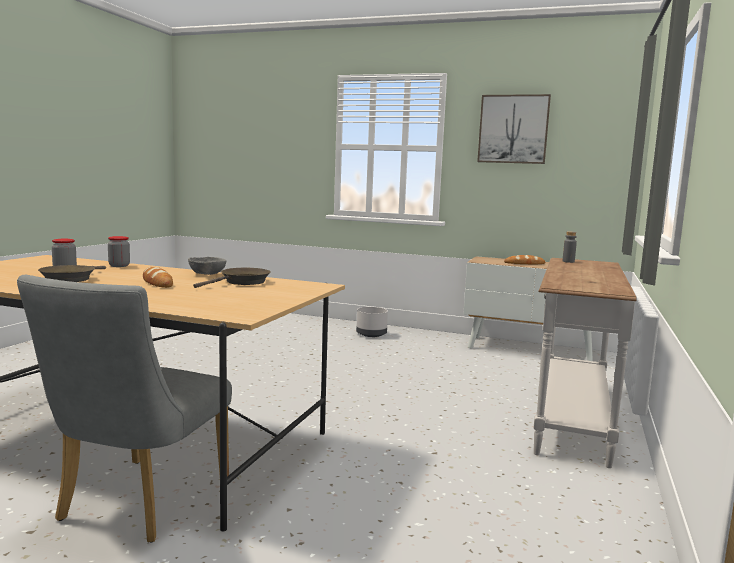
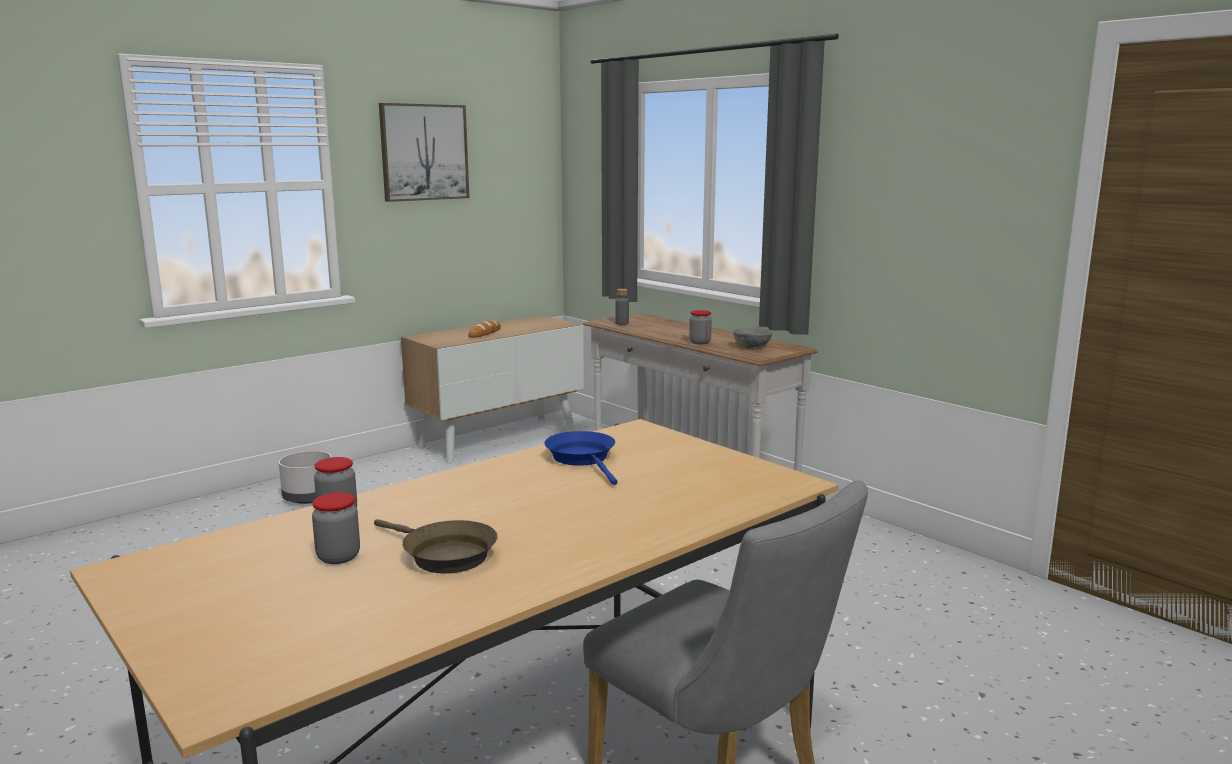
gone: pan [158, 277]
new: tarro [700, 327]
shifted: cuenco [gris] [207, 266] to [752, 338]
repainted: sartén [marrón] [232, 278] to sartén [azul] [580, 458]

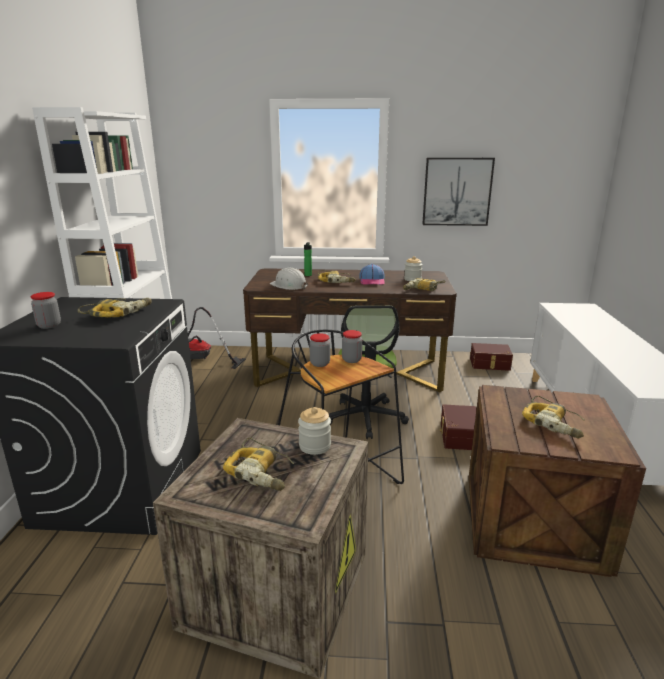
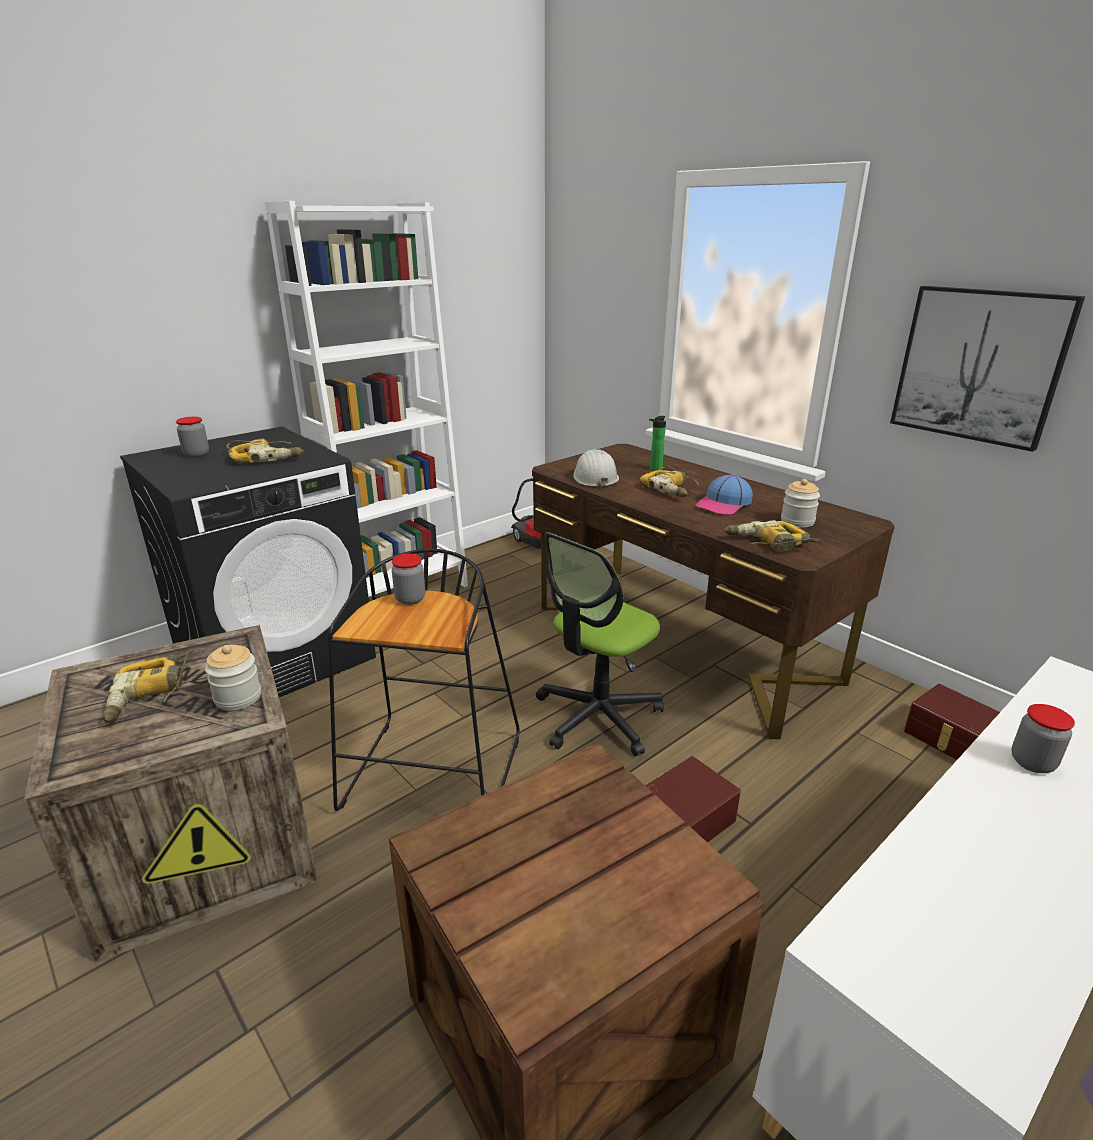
gone: taladro [553, 417]
shifted: tarro [352, 346] to [1043, 738]

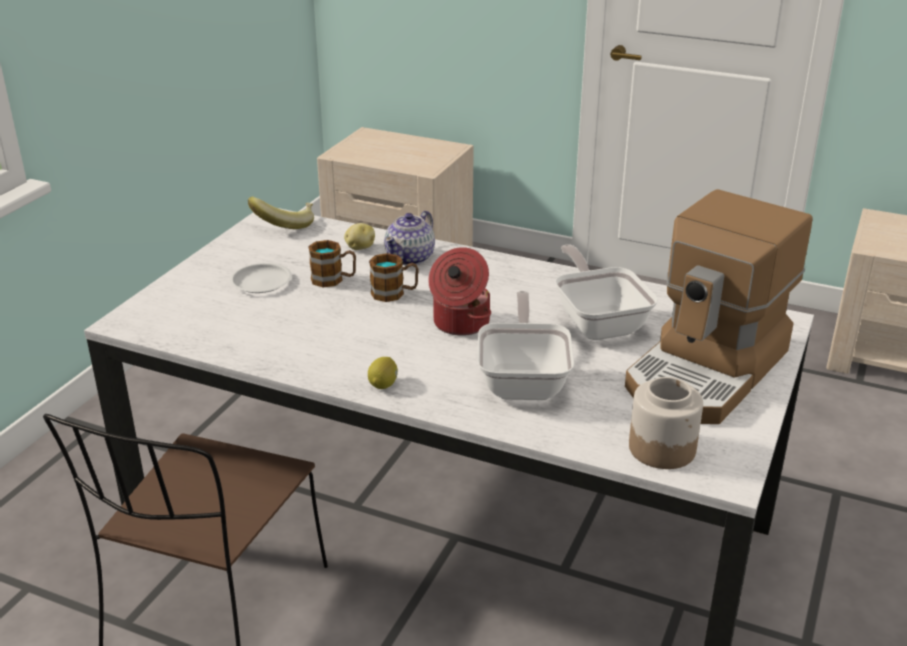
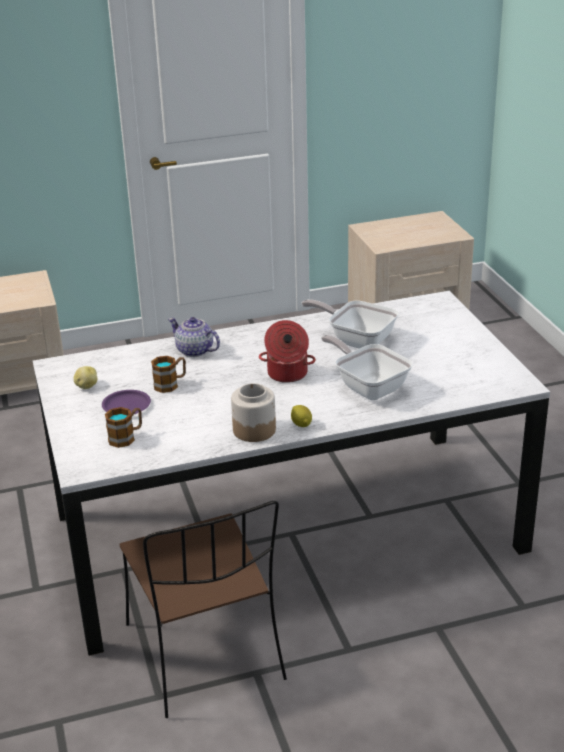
gone: plátano [281, 213]; cafetera [719, 306]
shifted: patata [359, 236] to [85, 377]; taza grande [394, 277] to [123, 427]; tarro [666, 423] to [253, 412]
repainted: plato [blanco] [261, 278] to plato [morado] [126, 402]
rotated: tetera [409, 237] = [194, 337] 135 degrees clockwise

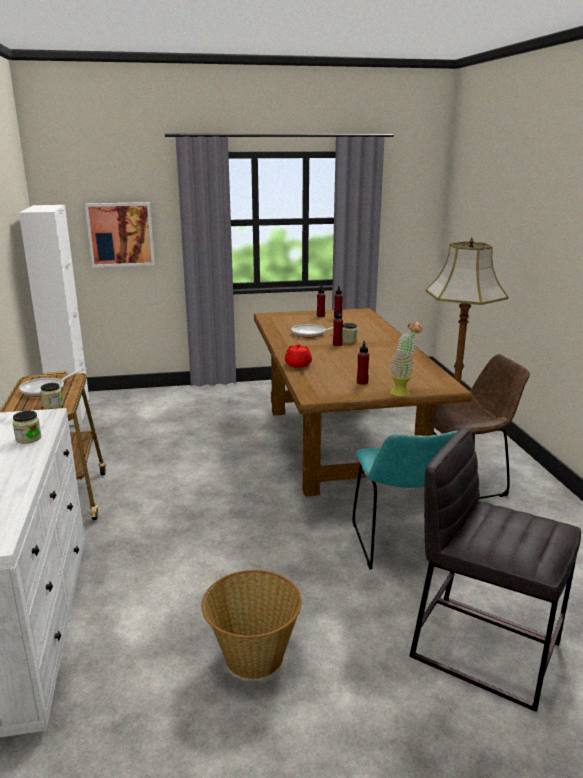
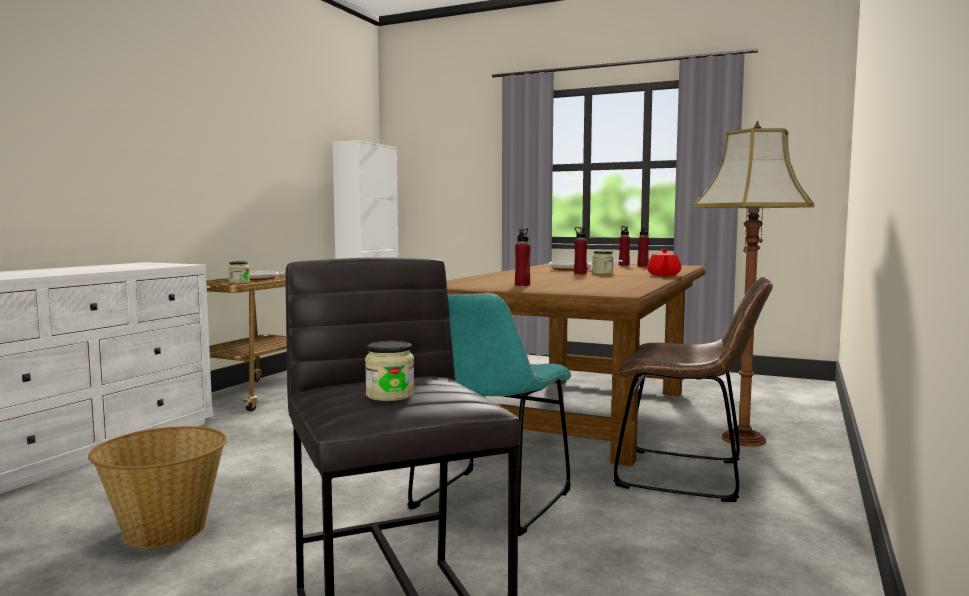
gone: cuadro [120, 234]; planta en maceta [406, 358]
shifted: tarro [27, 427] to [389, 371]; tetera [rojo] [298, 356] to [664, 262]

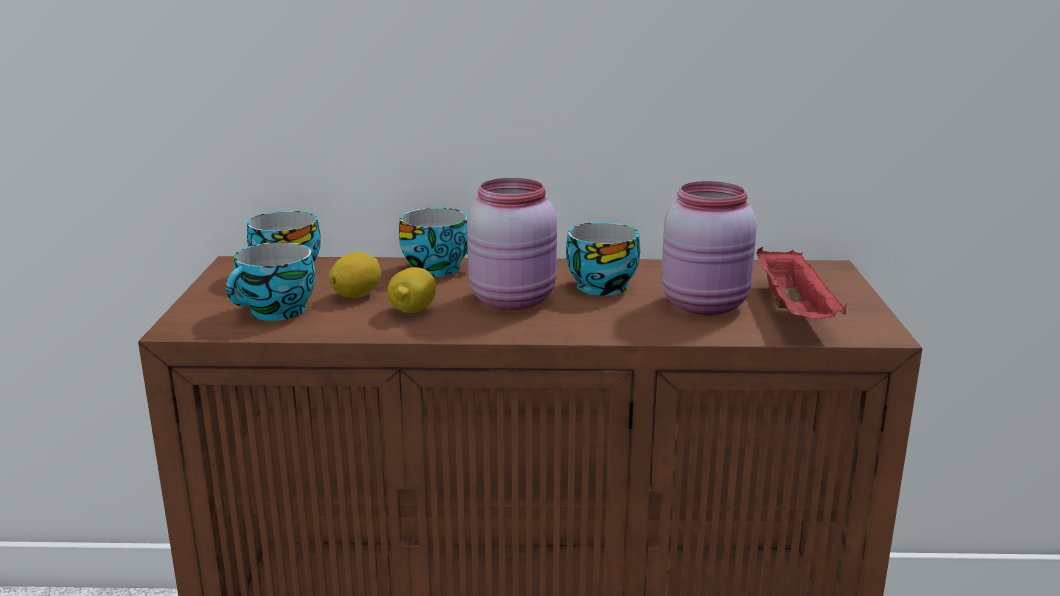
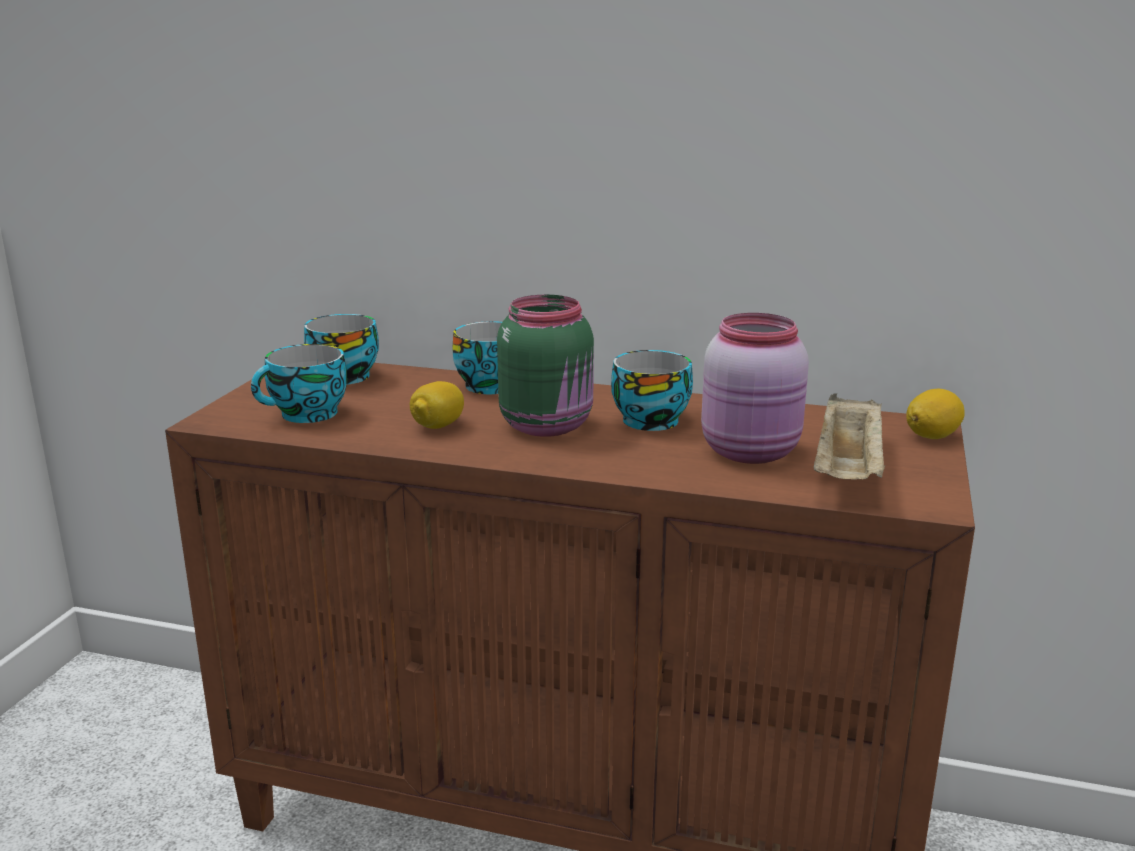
shifted: limón [355, 275] to [935, 414]
repainted: tarro [rosa] [512, 244] to tarro [verde] [545, 366]; bandeja [rojo] [801, 283] to bandeja [beis] [849, 436]

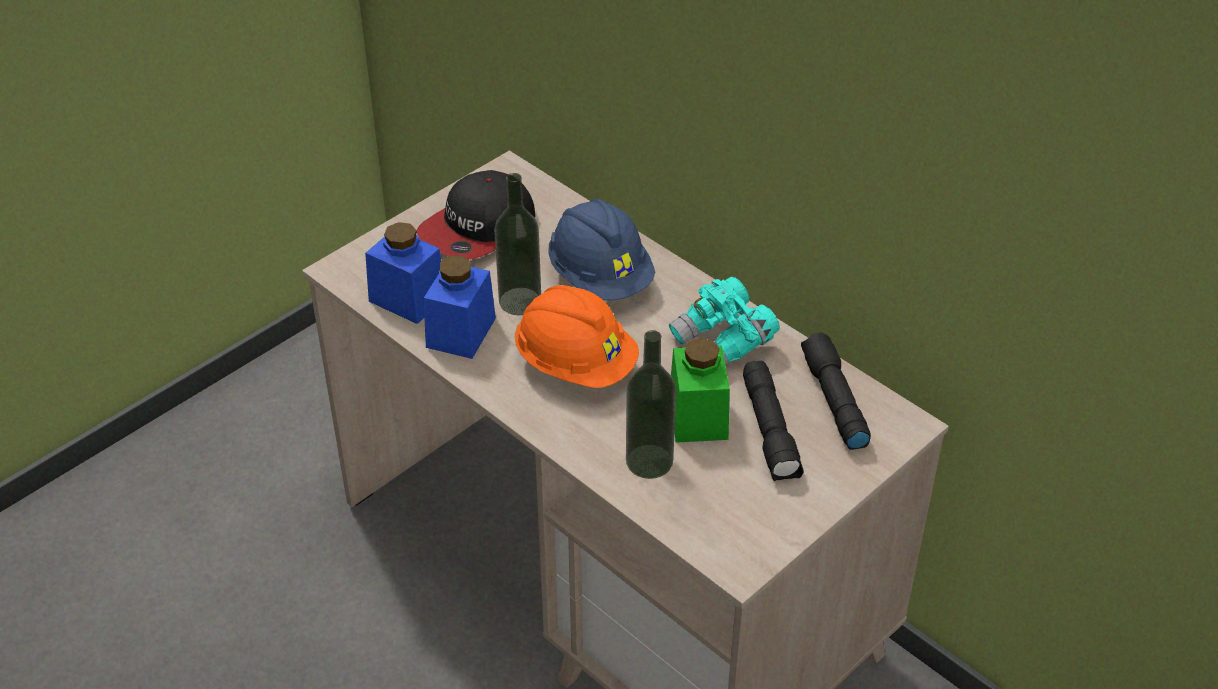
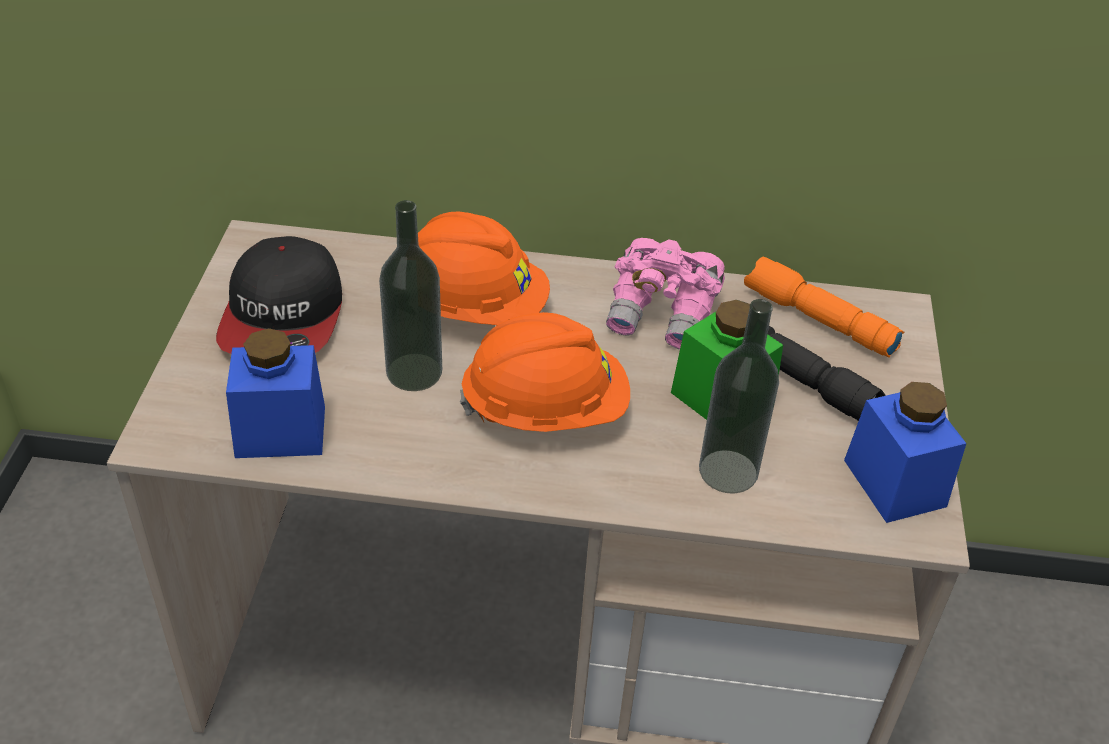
shifted: tarro [azul] [460, 307] to [905, 452]
repainted: casco [azul] [601, 249] to casco [naranja] [484, 268]; prismáticos [turquesa] [724, 321] to prismáticos [rosa] [665, 294]; linterna [negro] [836, 391] to linterna [naranja] [824, 307]

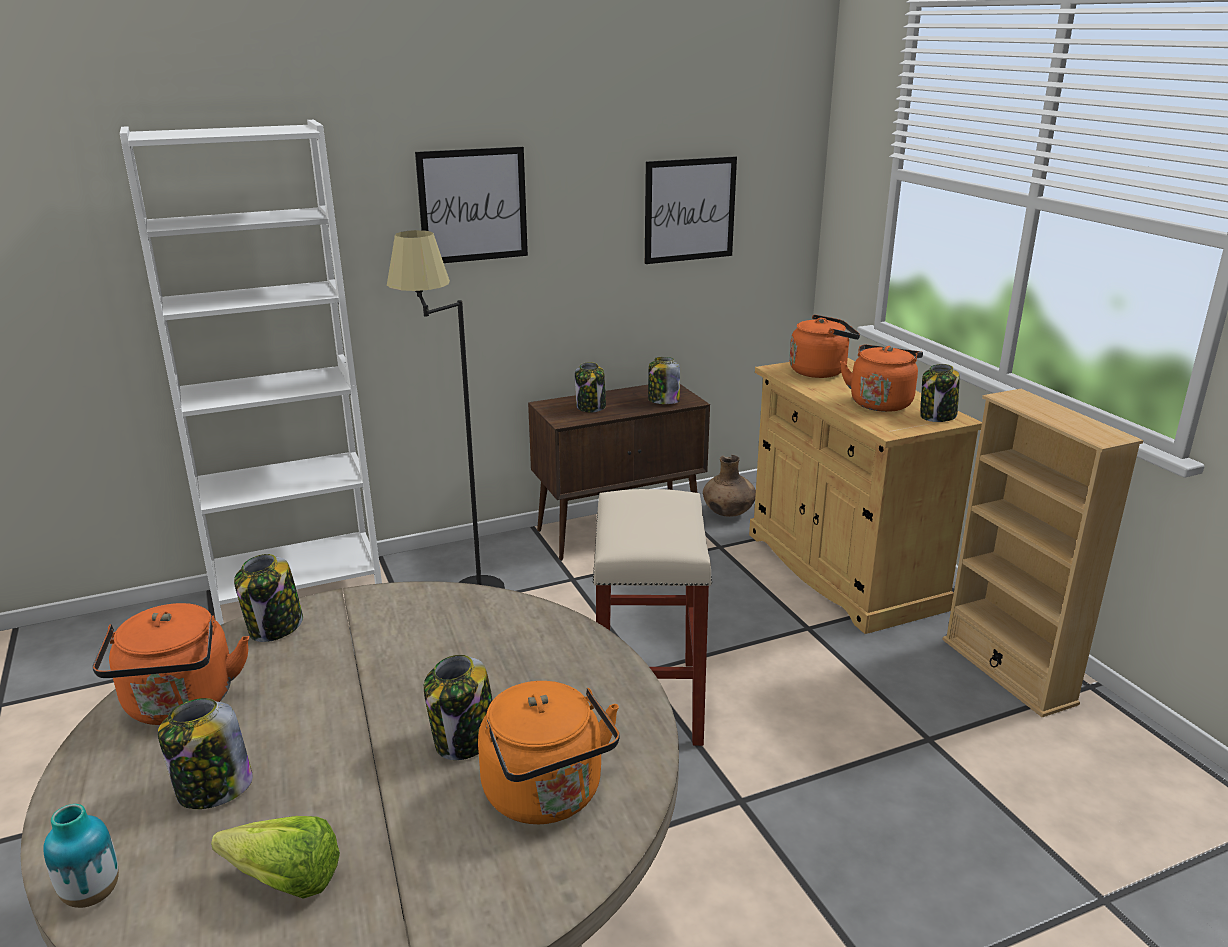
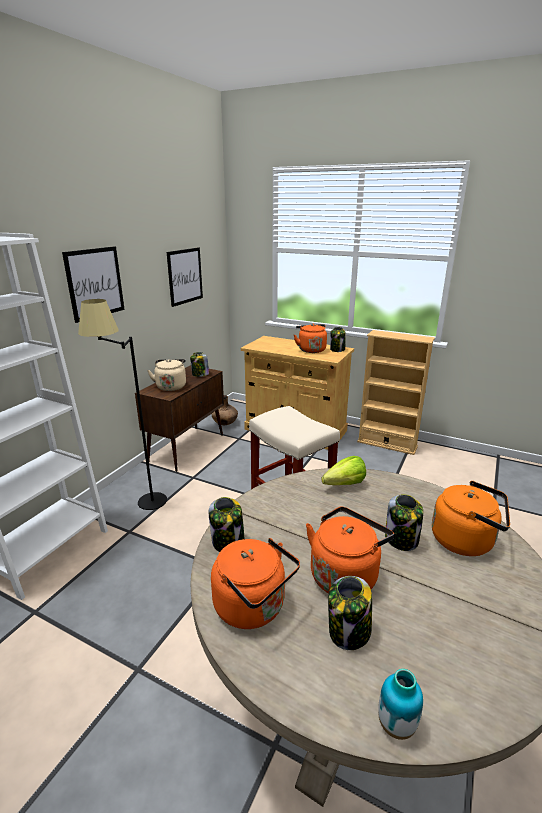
shifted: lechuga [275, 857] to [343, 470]; hervidor [naranja] [824, 346] to [350, 550]
swapped: tarro [590, 387] to hervidor [beis] [166, 375]

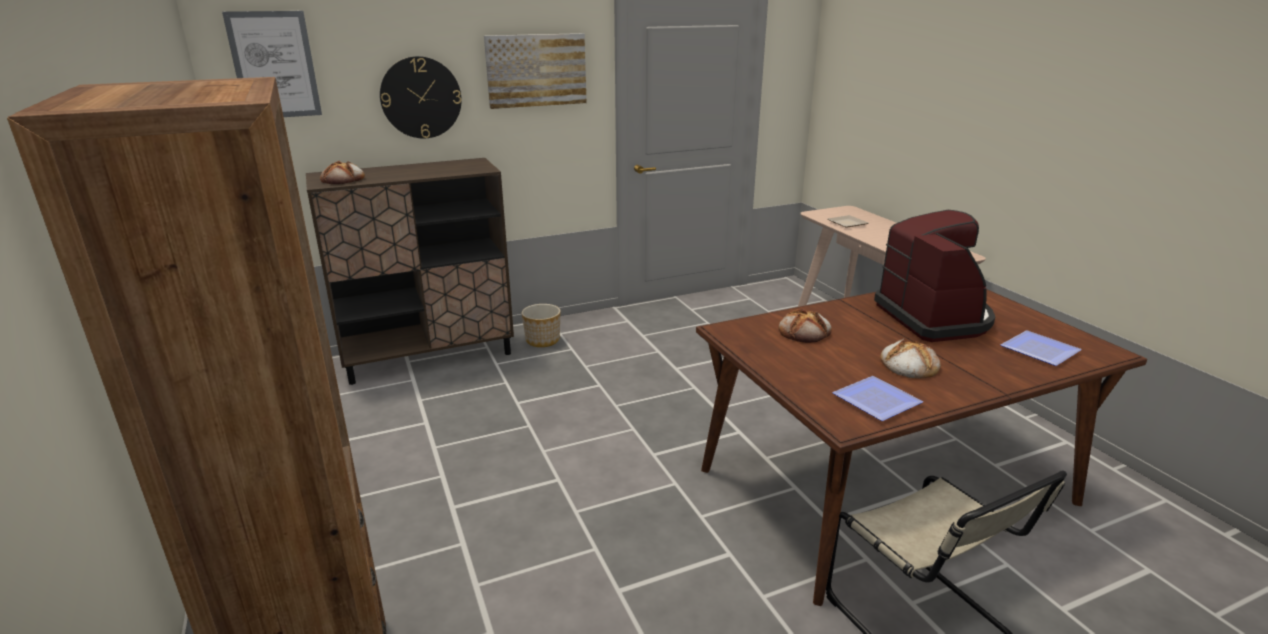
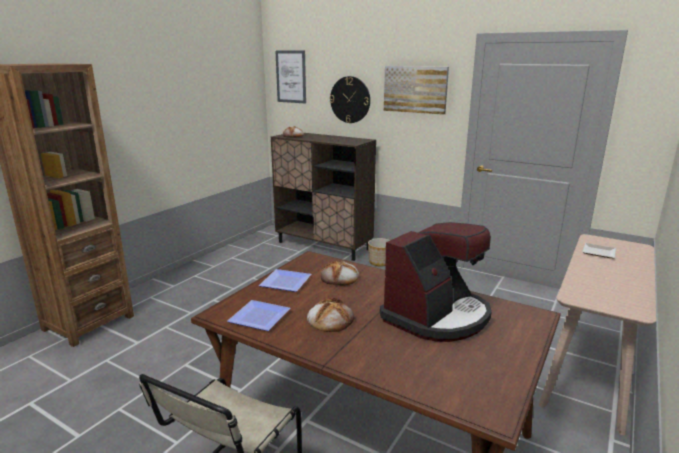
shifted: plato [1041, 348] to [285, 280]

